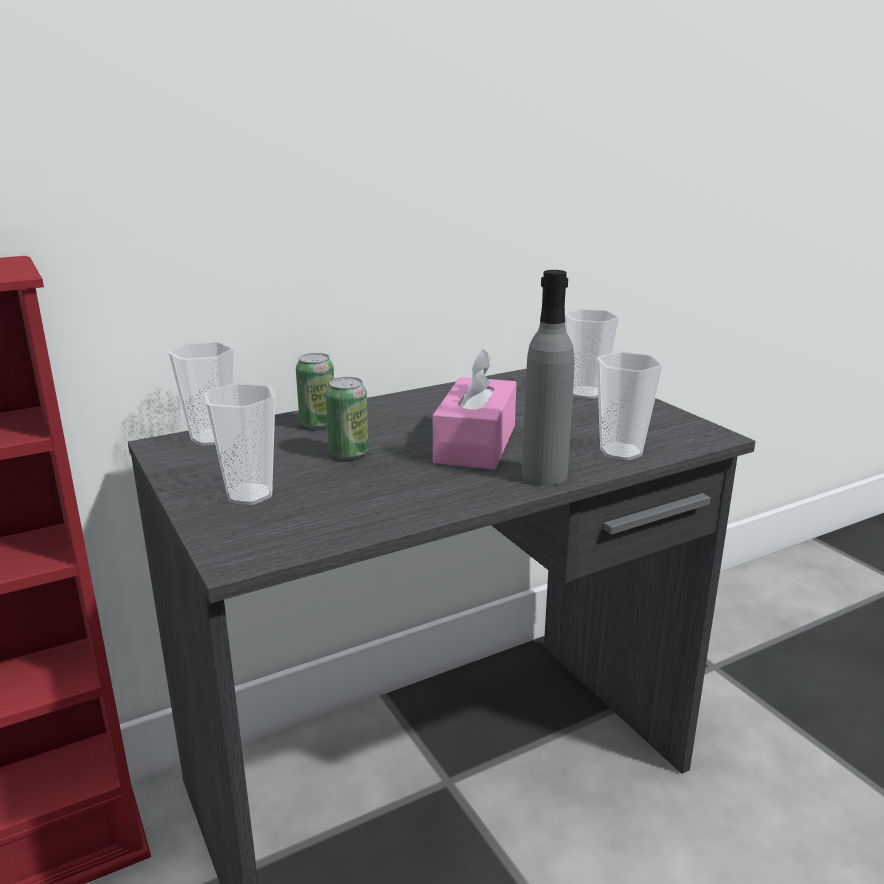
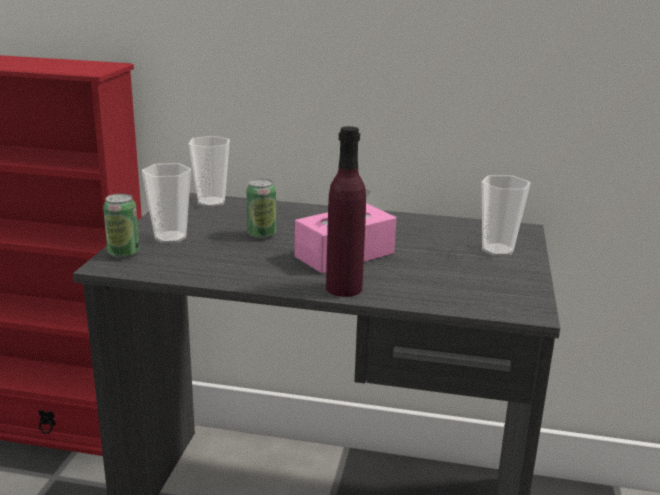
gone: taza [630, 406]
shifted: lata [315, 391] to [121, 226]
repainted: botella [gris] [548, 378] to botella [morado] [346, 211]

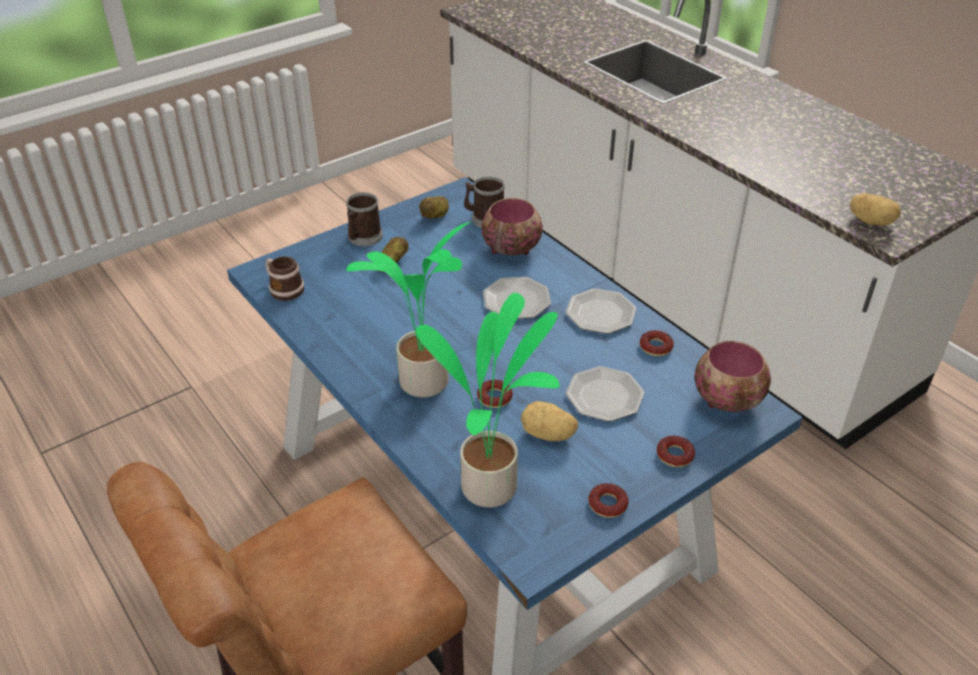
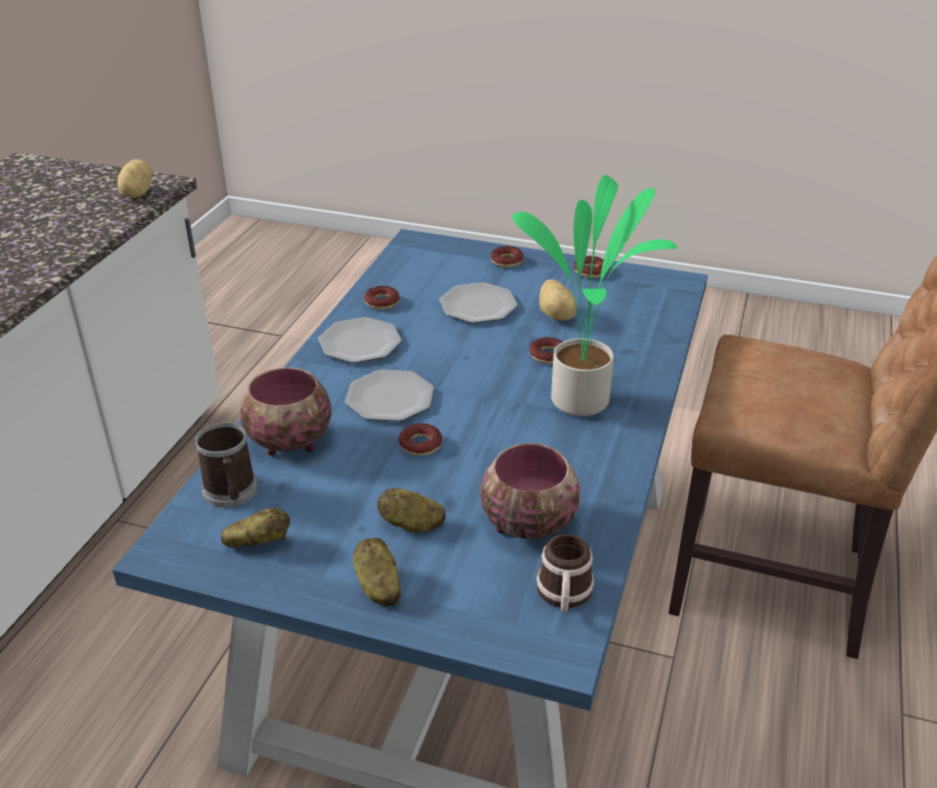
gone: planta en maceta [488, 400]
new: rosquilla [420, 439]
shifted: cuenco [732, 376] to [530, 491]
swapped: taza grande [364, 219] to patata [377, 572]

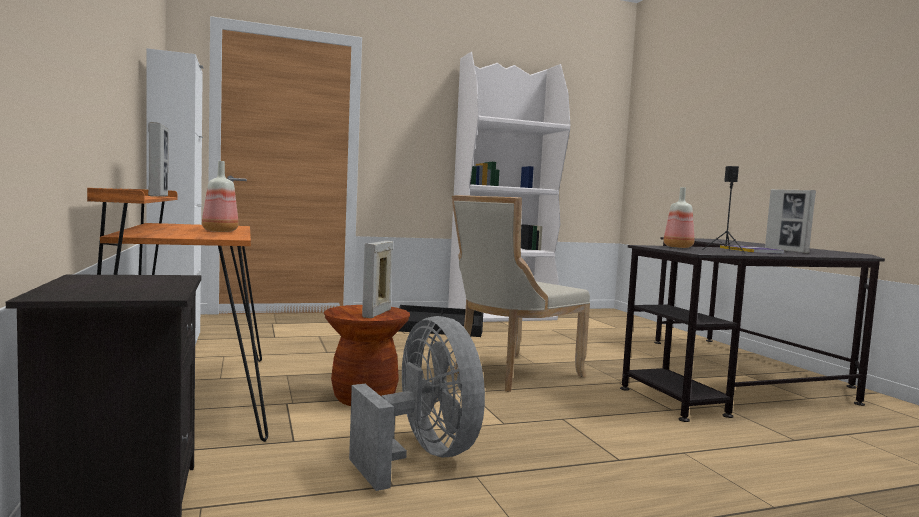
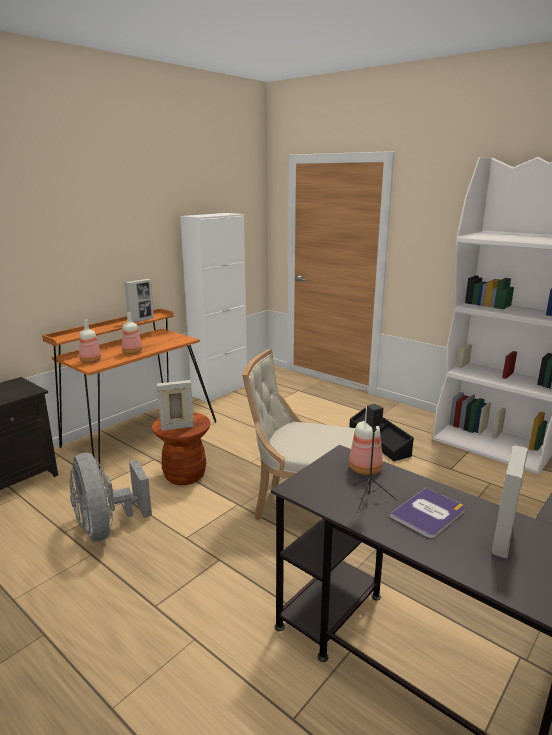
new: botella [90, 341]
rotated: ventilador [gris] [417, 403] = [111, 497] 120 degrees clockwise

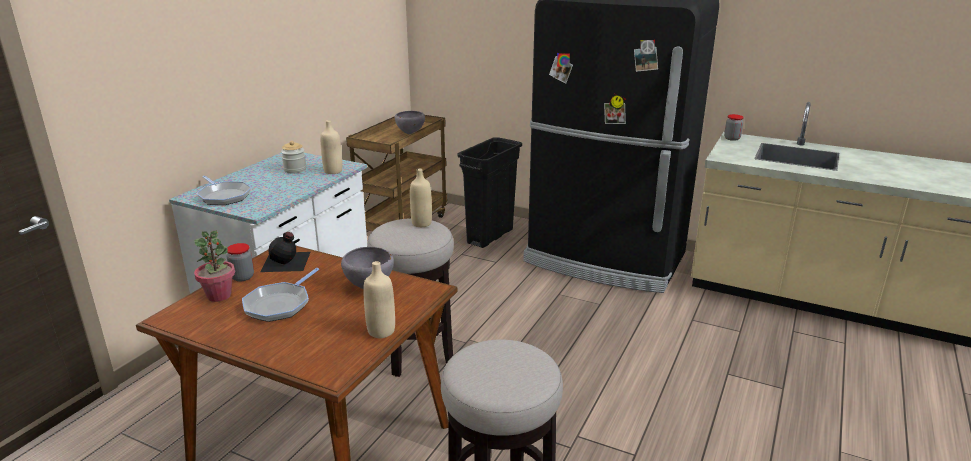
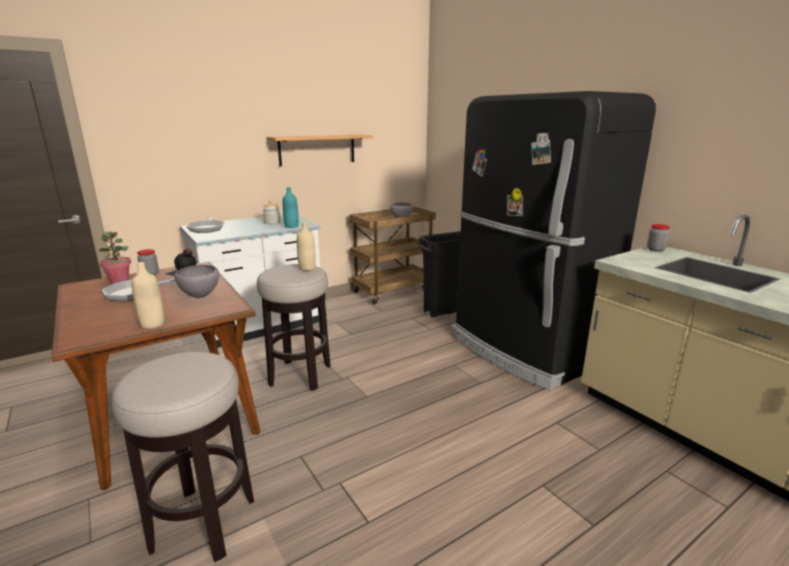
new: estante [320, 150]
repainted: botella [beis] [331, 147] to botella [turquesa] [291, 207]

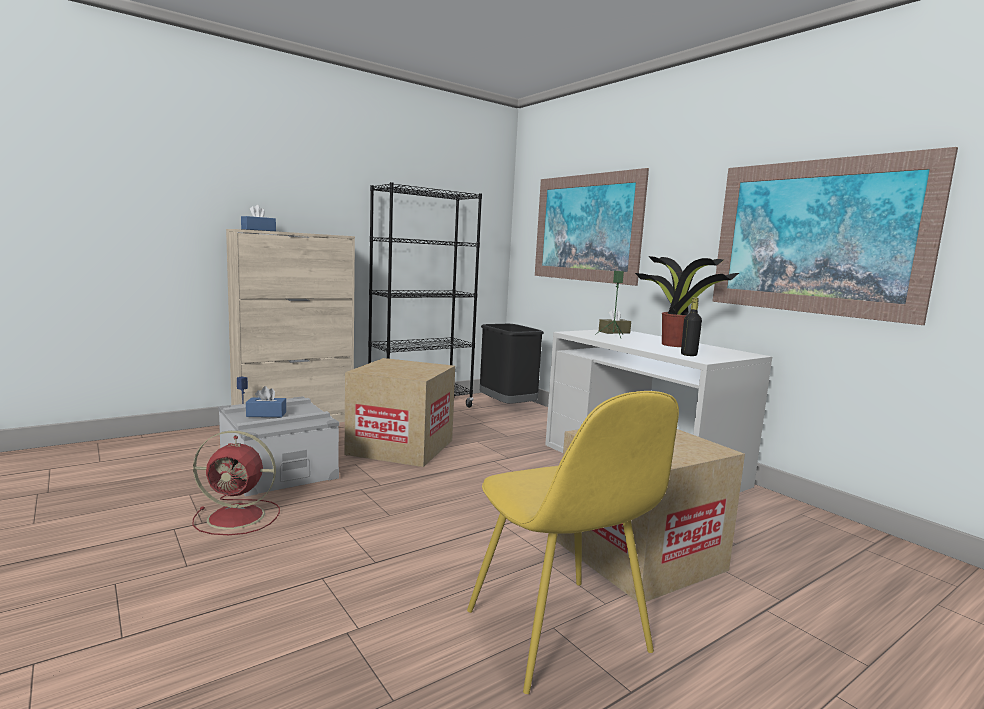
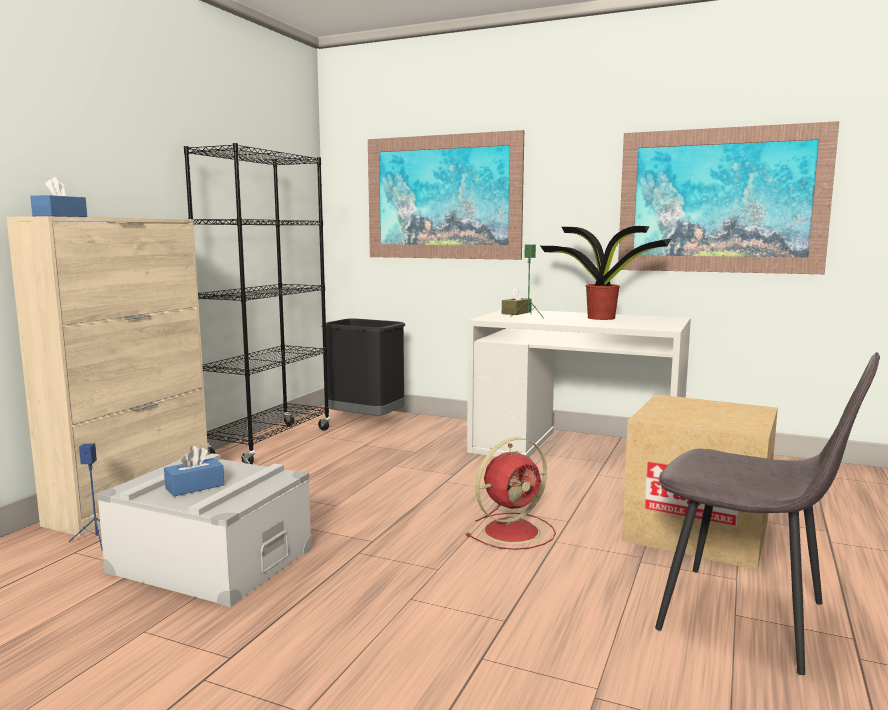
gone: caja de cartón [400, 412]; botella [negro] [691, 326]
shifted: ventilador [rojo] [236, 483] to [511, 494]
repainted: silla [amarillo] [573, 542] to silla [gris] [767, 513]

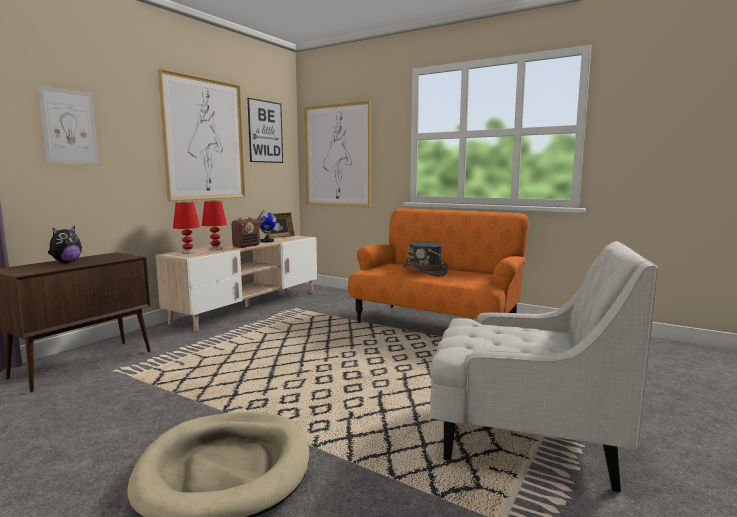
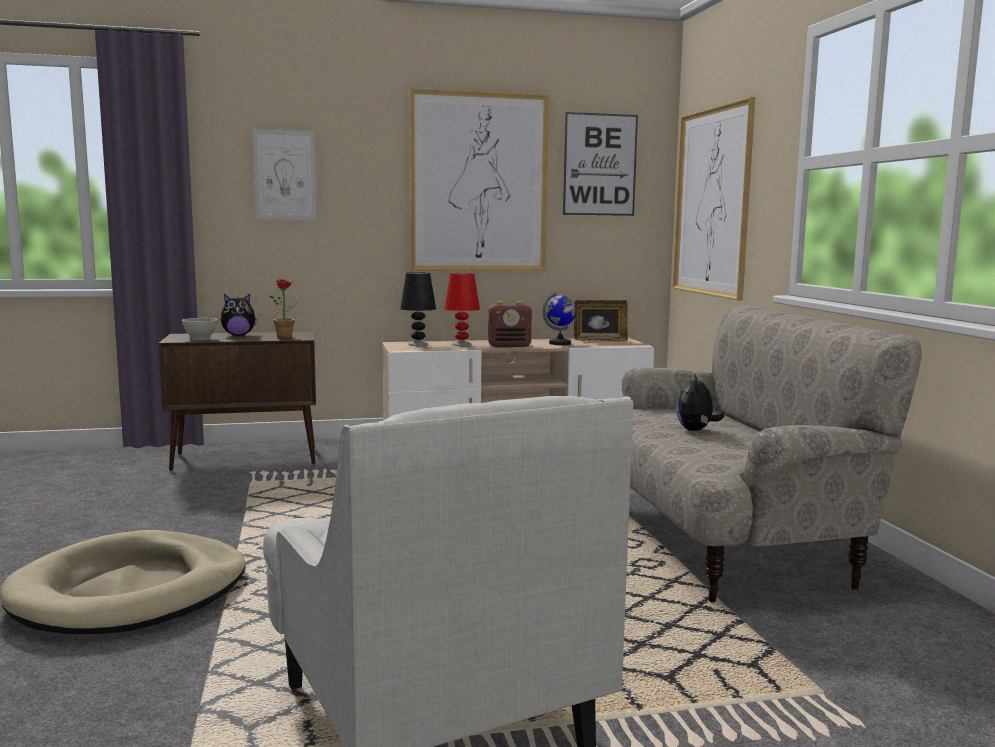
new: cuenco [blanco] [200, 329]; planta en maceta [286, 309]
swapped: sombrero [gris] [425, 259] to peluche [700, 403]
repainted: lámpara de mesa [rojo] [186, 228] to lámpara de mesa [negro] [418, 309]; sofá [naranja] [438, 265] to sofá [beis] [772, 454]

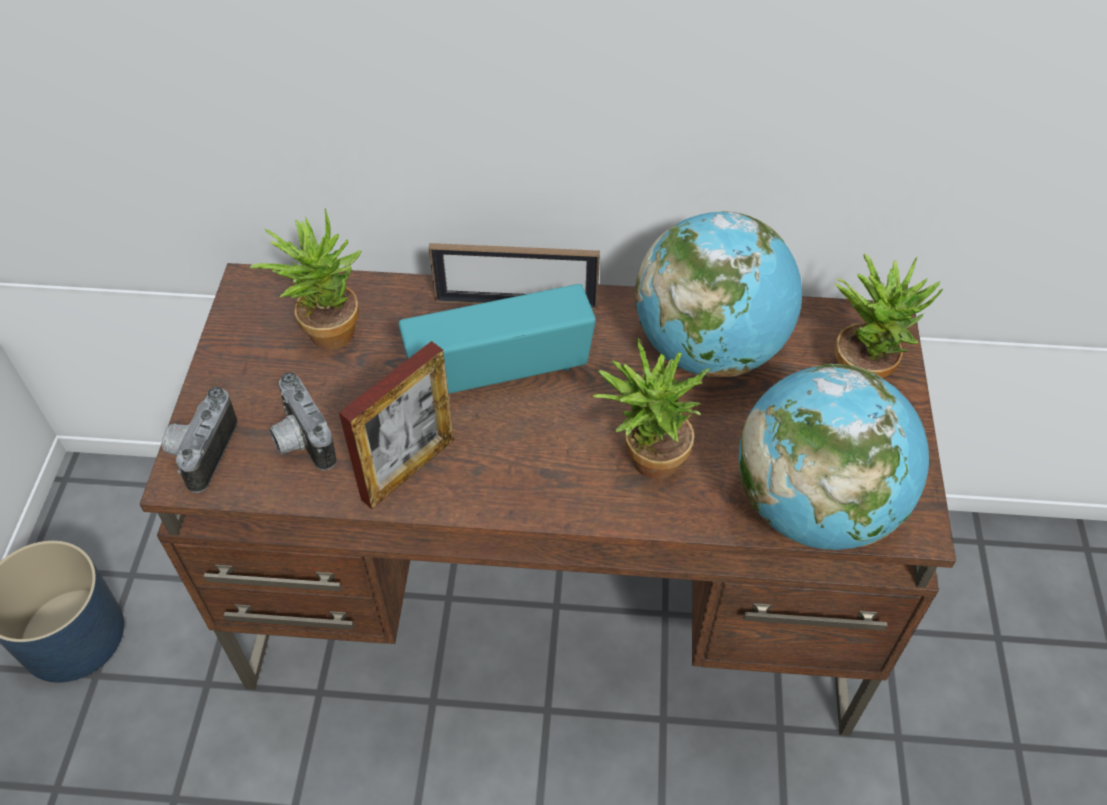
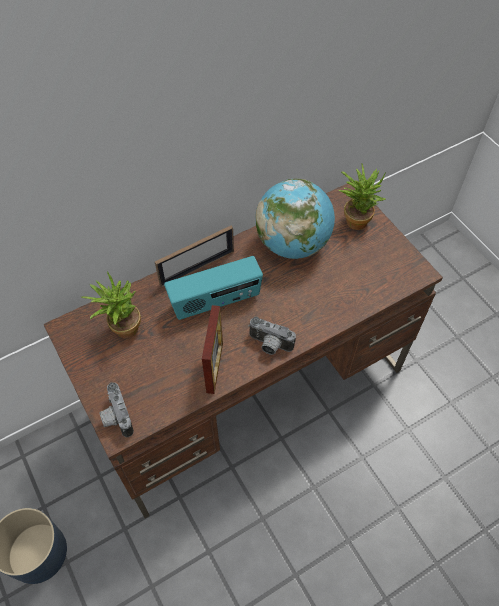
gone: planta en maceta [651, 408]; globo terráqueo [834, 457]
shifted: cámara [302, 421] to [272, 336]
rotated: radio [497, 339] = [213, 288] 150 degrees counterclockwise

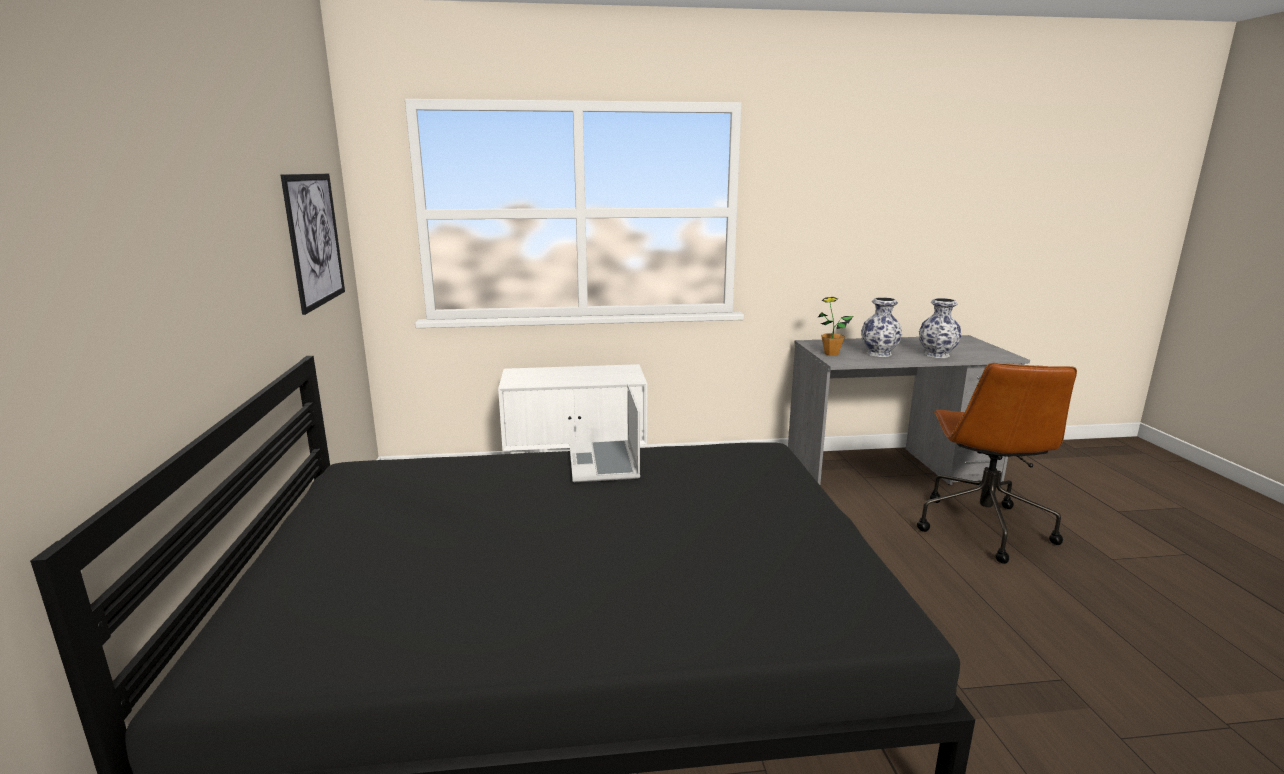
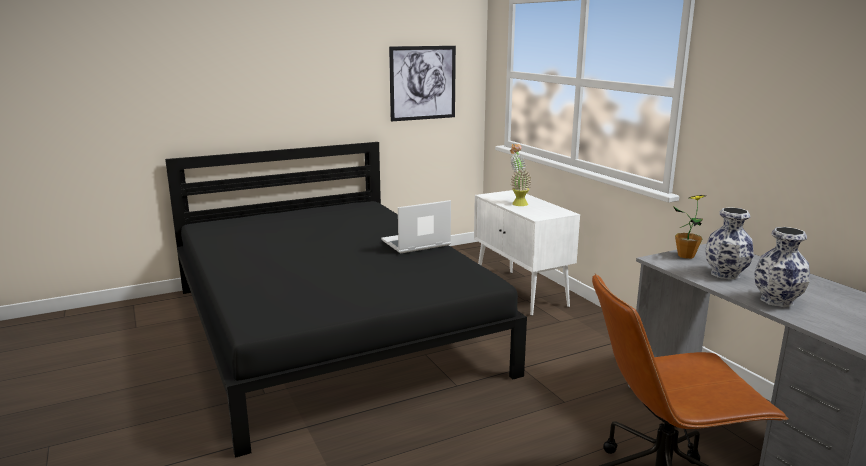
new: planta en maceta [520, 175]

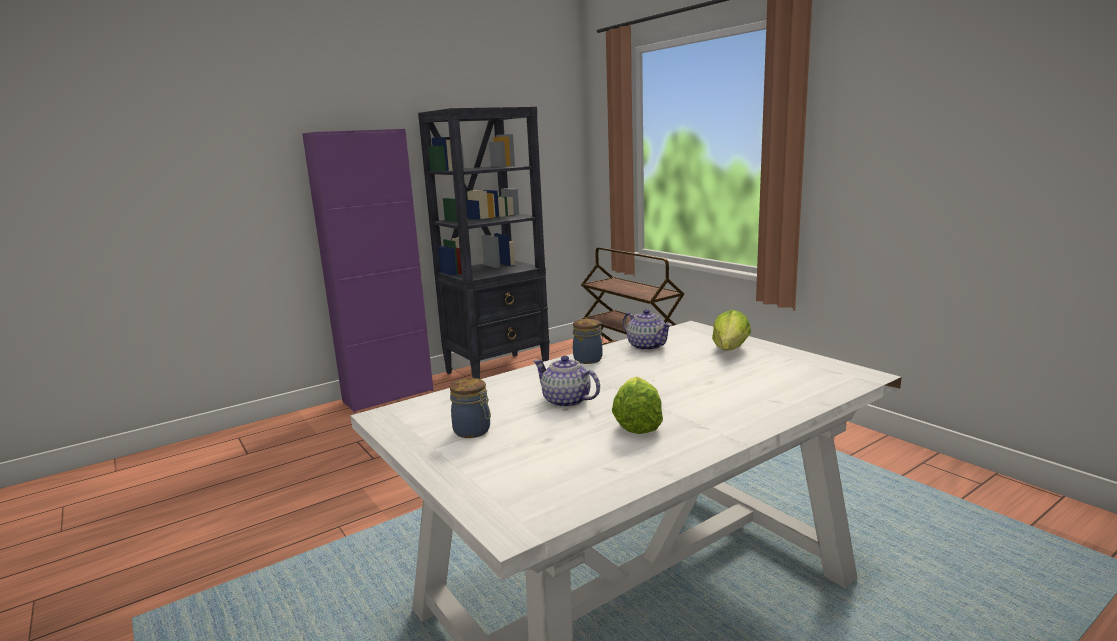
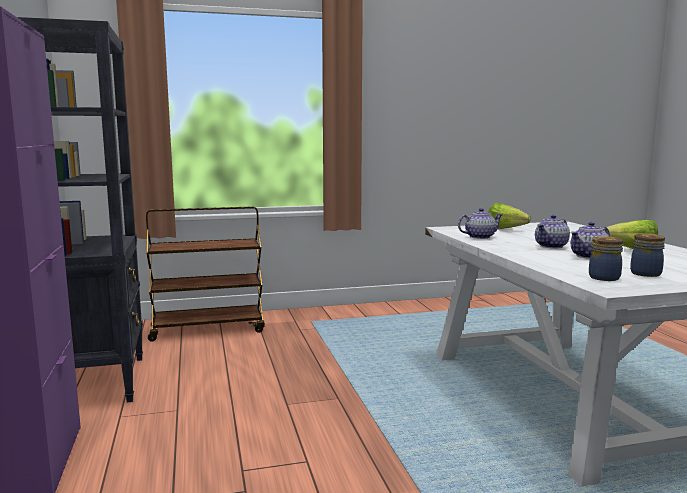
new: tetera [552, 231]
shifted: tarro [588, 341] to [606, 258]

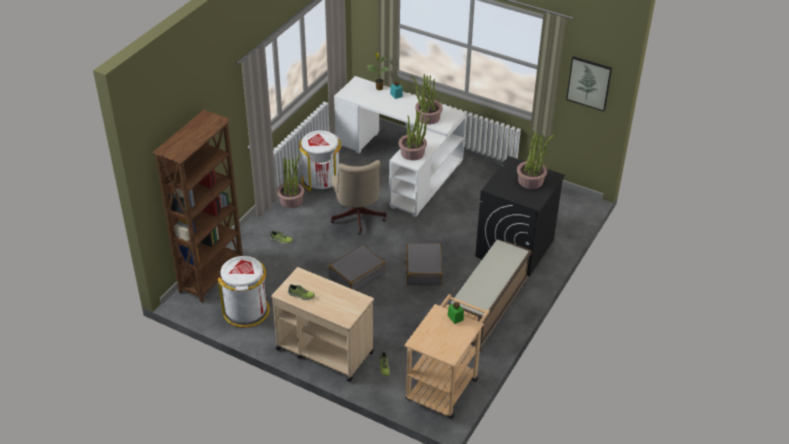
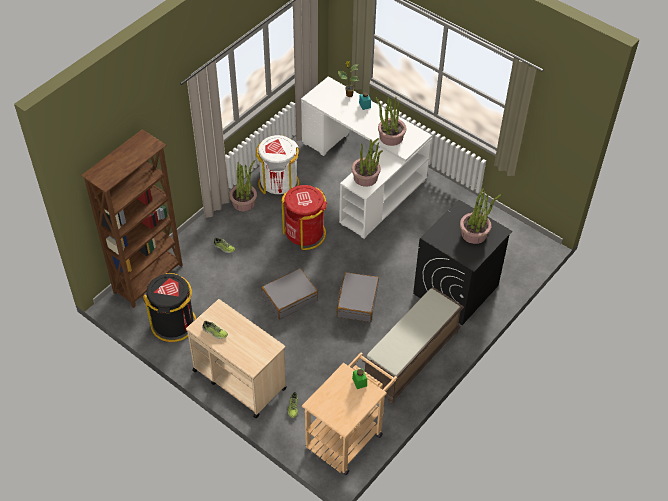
gone: cuadro [589, 84]
swapped: silla de oficina [beis] [359, 197] to papelera [rojo] [304, 217]
repainted: papelera [blanco] [244, 291] to papelera [negro] [169, 307]

